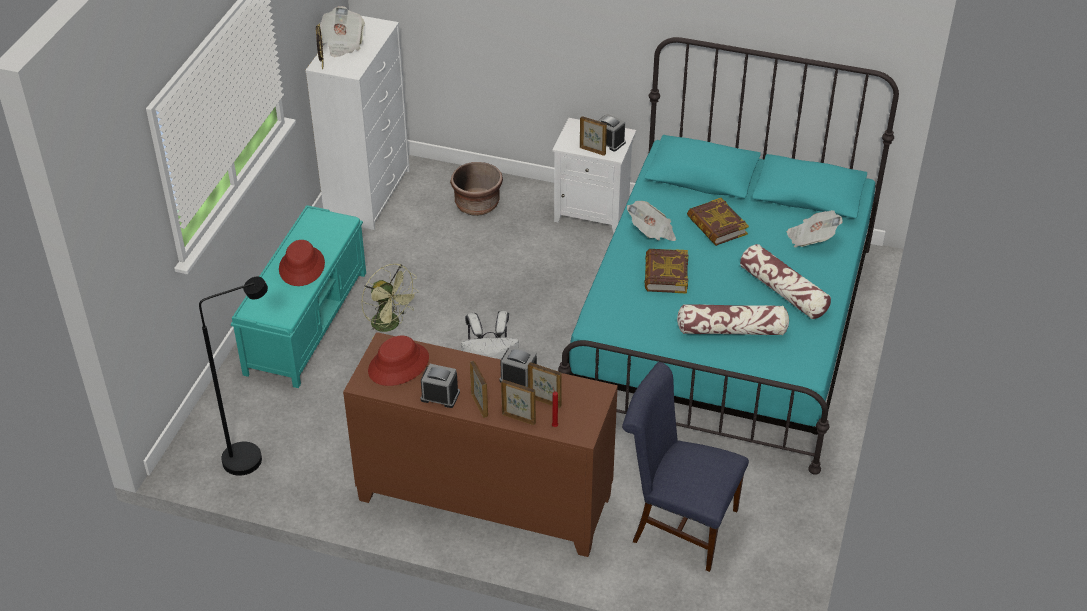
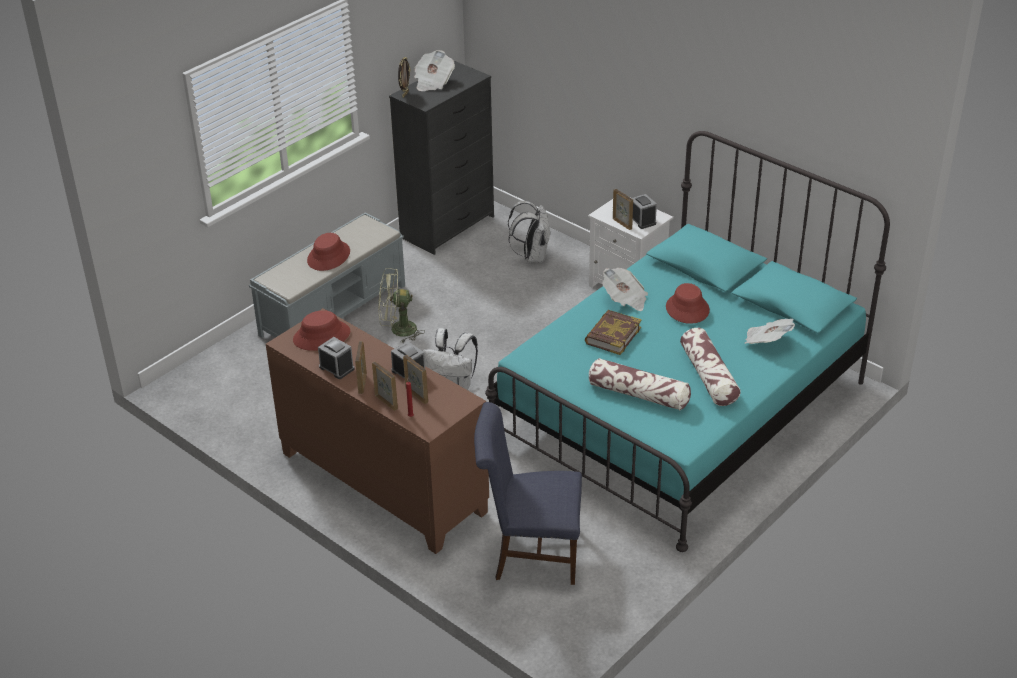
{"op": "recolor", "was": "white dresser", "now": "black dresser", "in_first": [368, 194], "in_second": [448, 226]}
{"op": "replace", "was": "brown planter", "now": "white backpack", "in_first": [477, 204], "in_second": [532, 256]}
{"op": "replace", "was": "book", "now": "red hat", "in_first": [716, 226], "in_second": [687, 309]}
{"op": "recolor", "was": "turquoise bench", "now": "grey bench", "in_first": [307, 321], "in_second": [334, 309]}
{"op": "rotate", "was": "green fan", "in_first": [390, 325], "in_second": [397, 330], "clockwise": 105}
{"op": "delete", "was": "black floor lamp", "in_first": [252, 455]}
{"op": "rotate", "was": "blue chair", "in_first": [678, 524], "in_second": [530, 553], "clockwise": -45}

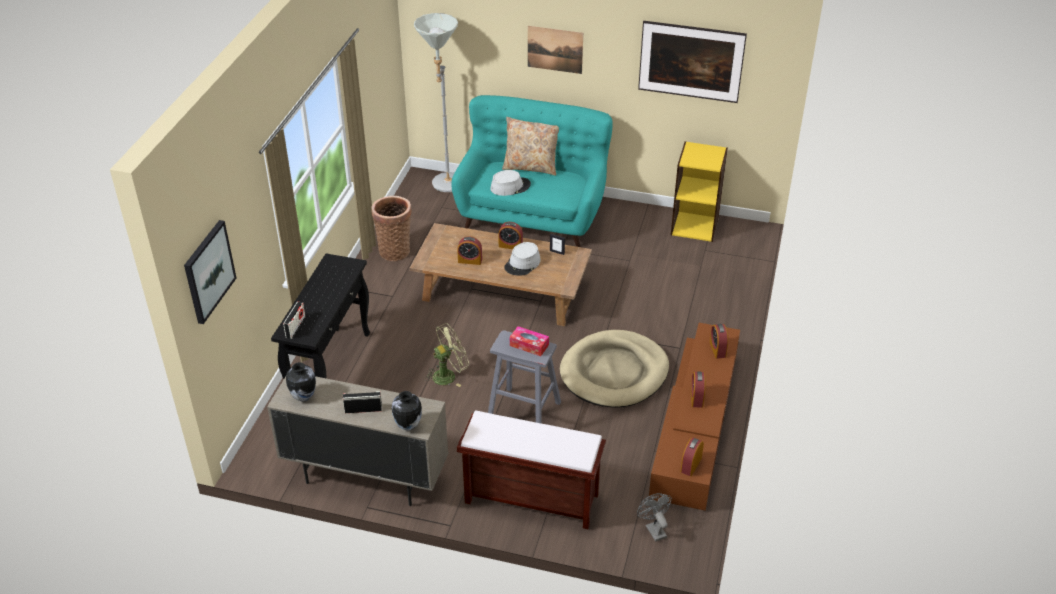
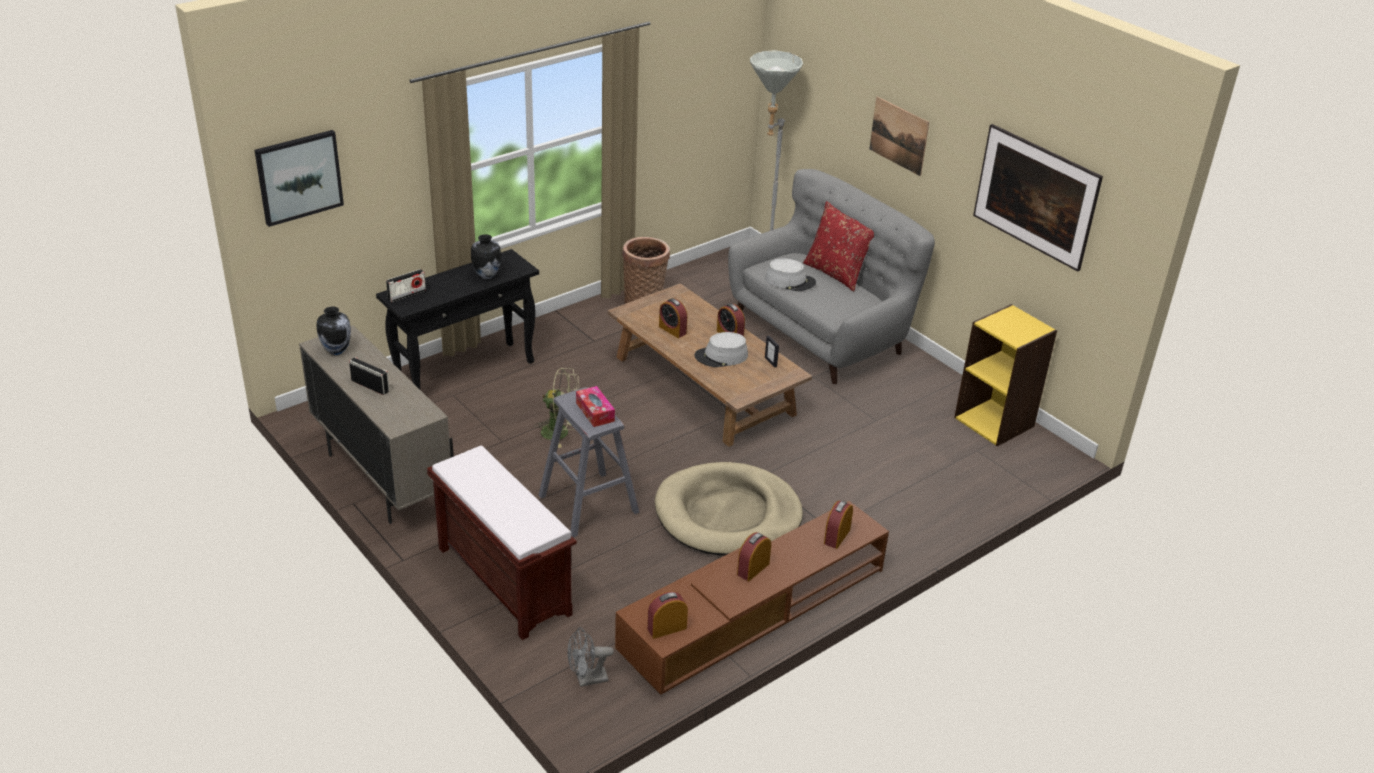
{"op": "recolor", "was": "turquoise sofa", "now": "grey sofa", "in_first": [532, 215], "in_second": [821, 332]}
{"op": "recolor", "was": "beige pillow", "now": "red pillow", "in_first": [531, 167], "in_second": [836, 273]}
{"op": "move", "was": "vase", "in_first": [407, 426], "in_second": [486, 276]}
{"op": "rotate", "was": "grey fan", "in_first": [653, 529], "in_second": [587, 680], "clockwise": -120}

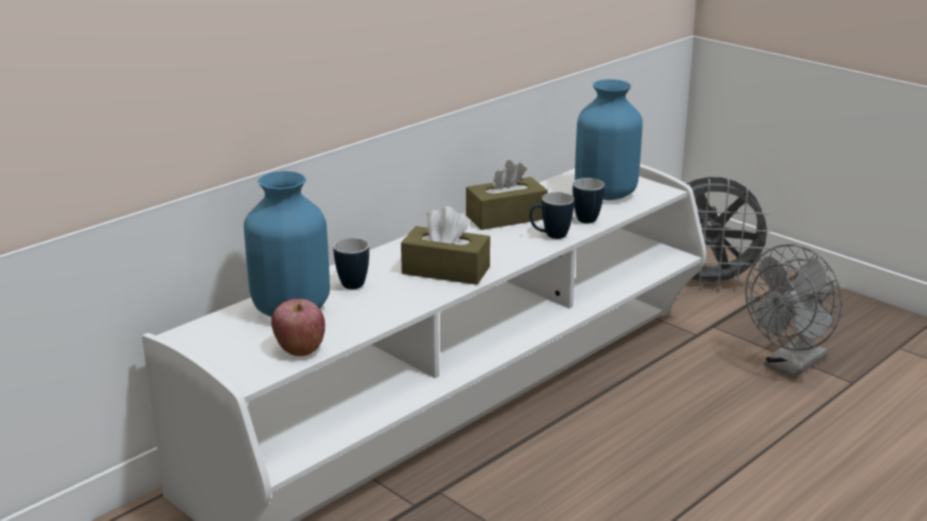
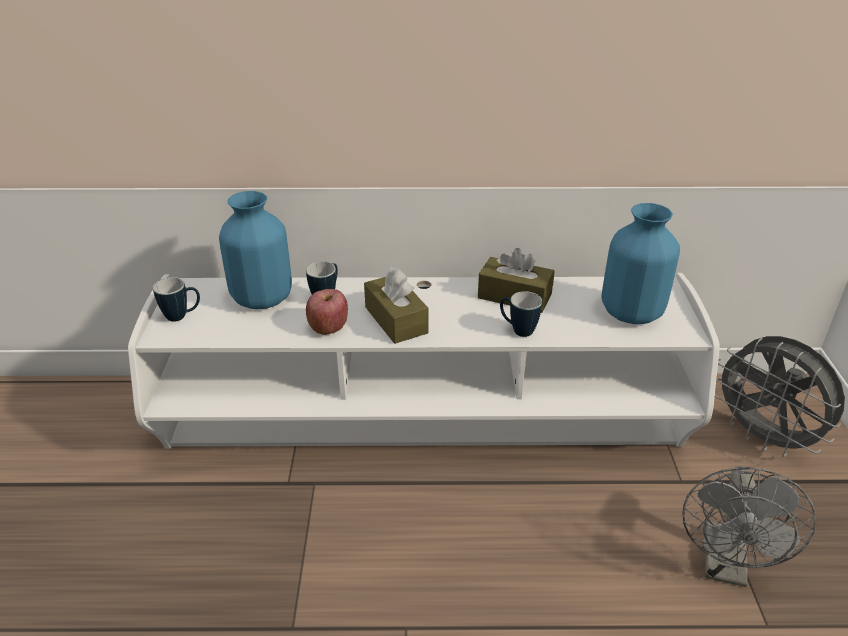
{"op": "move", "was": "mug", "in_first": [589, 218], "in_second": [182, 316]}
{"op": "rotate", "was": "grey fan", "in_first": [790, 366], "in_second": [725, 566], "clockwise": -75}
{"op": "move", "was": "apple", "in_first": [300, 349], "in_second": [328, 327]}

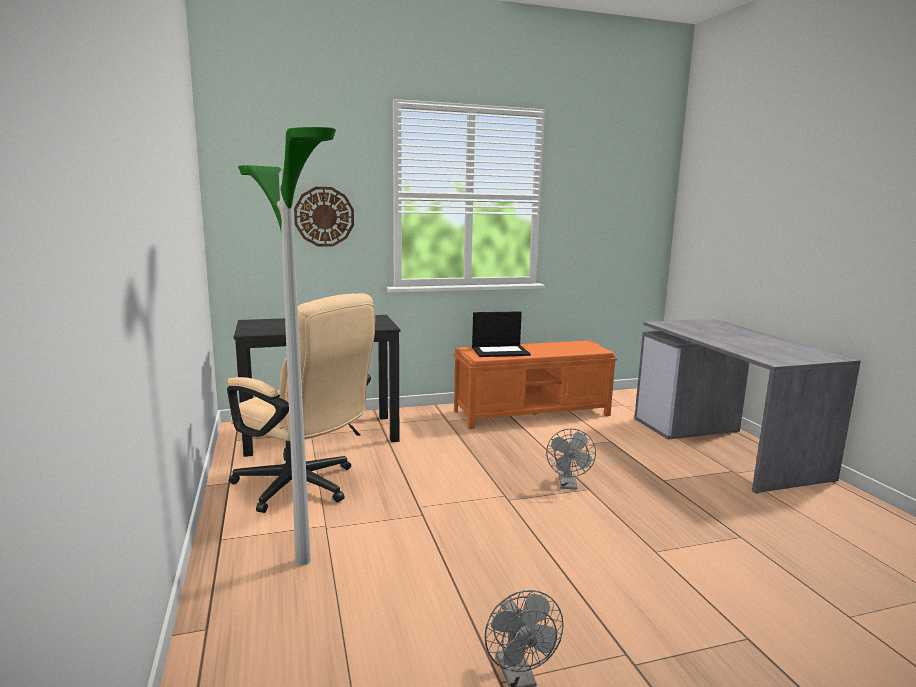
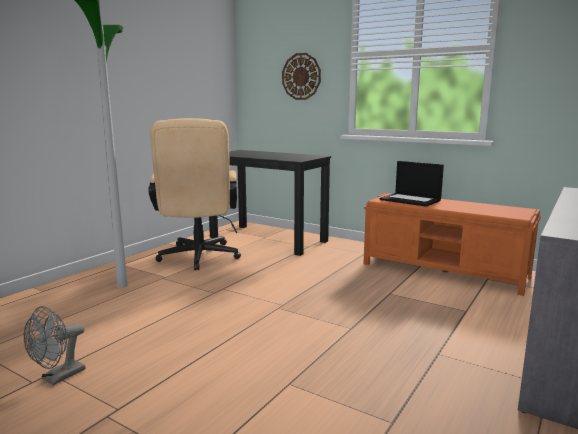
{"op": "delete", "was": "grey fan", "in_first": [568, 485]}

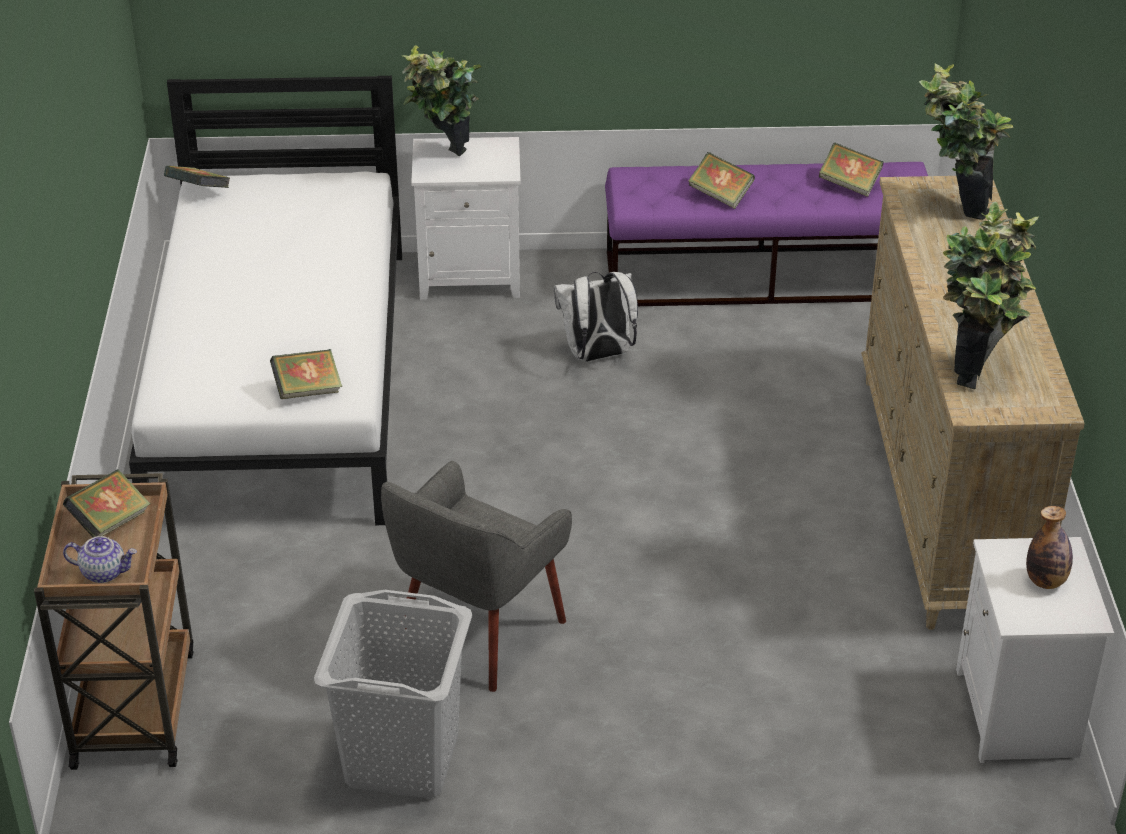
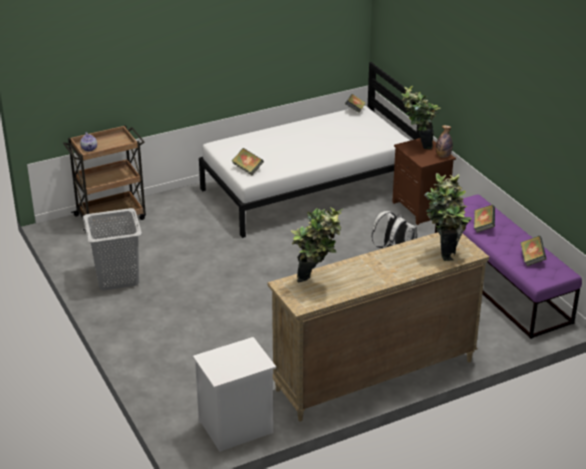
{"op": "recolor", "was": "white nightstand", "now": "brown nightstand", "in_first": [472, 275], "in_second": [421, 209]}
{"op": "delete", "was": "grey armchair", "in_first": [477, 632]}
{"op": "delete", "was": "book", "in_first": [110, 522]}
{"op": "move", "was": "bottle", "in_first": [1045, 581], "in_second": [443, 156]}

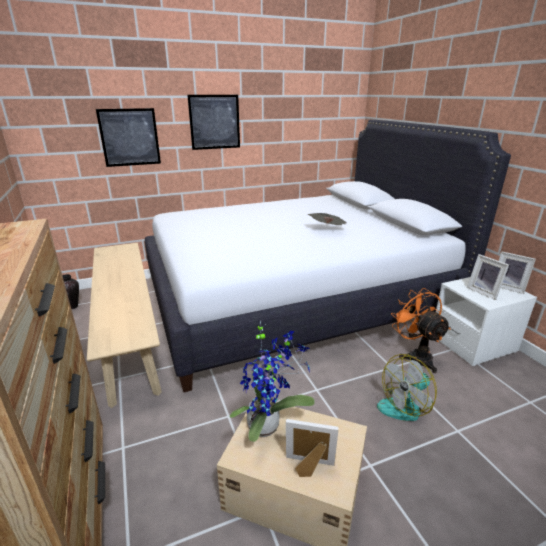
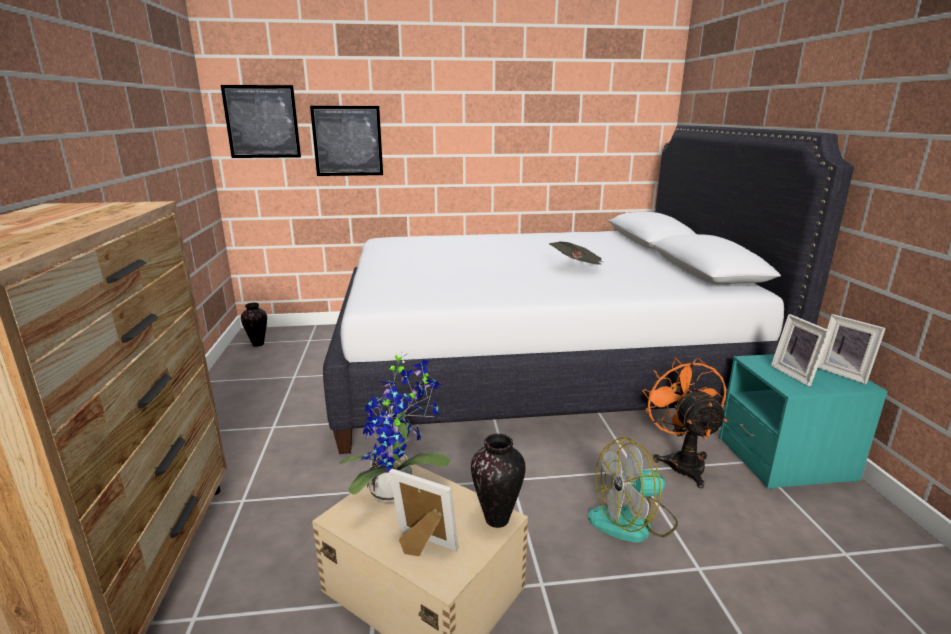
{"op": "move", "was": "picture", "in_first": [214, 122], "in_second": [262, 122]}
{"op": "delete", "was": "beige bench", "in_first": [129, 333]}
{"op": "recolor", "was": "white nightstand", "now": "turquoise nightstand", "in_first": [472, 343], "in_second": [785, 459]}
{"op": "insert", "now": "vase", "in_second": [497, 520]}

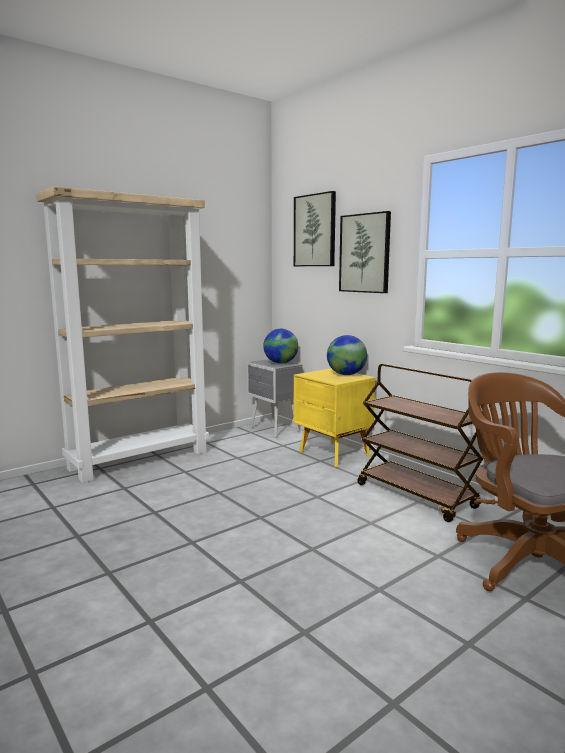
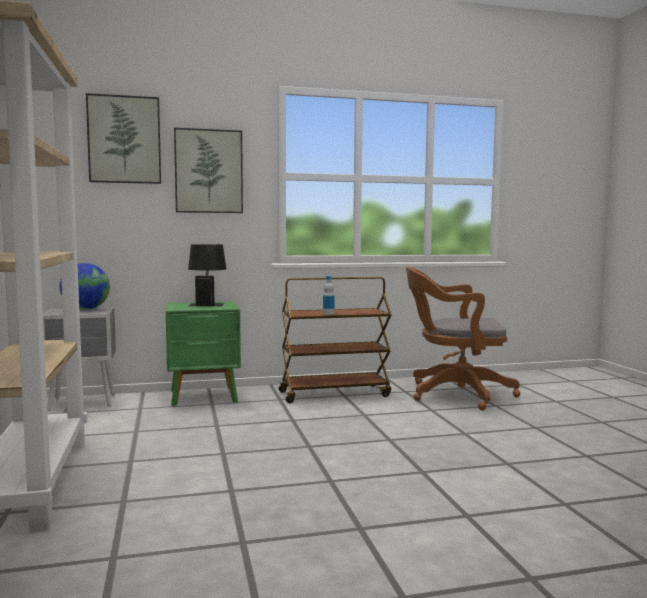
{"op": "replace", "was": "globe", "now": "black table lamp", "in_first": [346, 374], "in_second": [207, 303]}
{"op": "recolor", "was": "yellow nightstand", "now": "green nightstand", "in_first": [334, 454], "in_second": [204, 396]}
{"op": "insert", "now": "bottle", "in_second": [328, 313]}

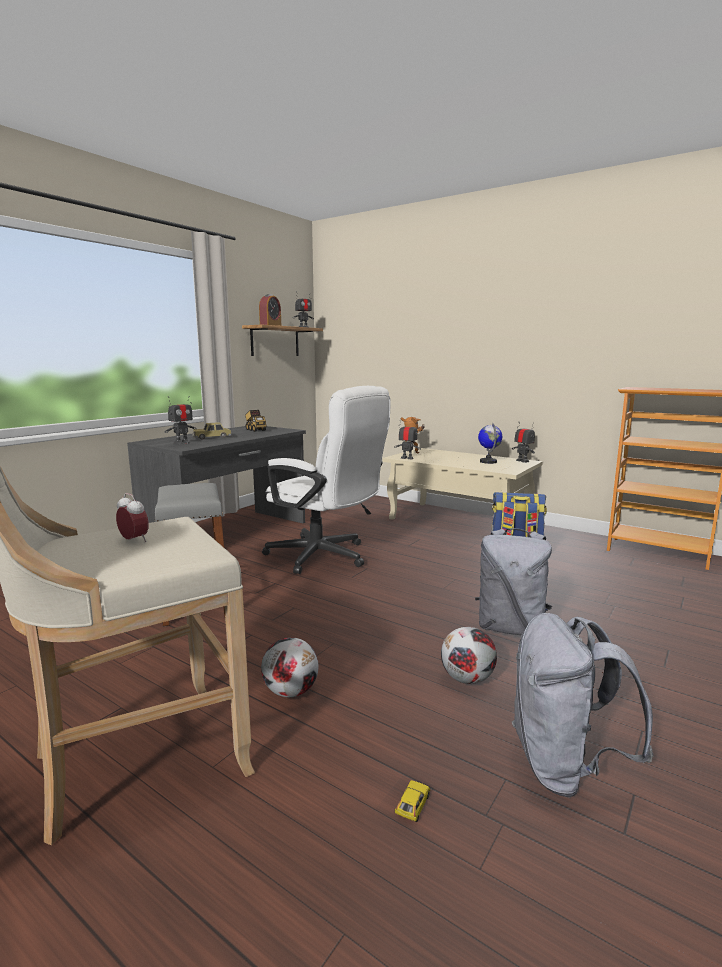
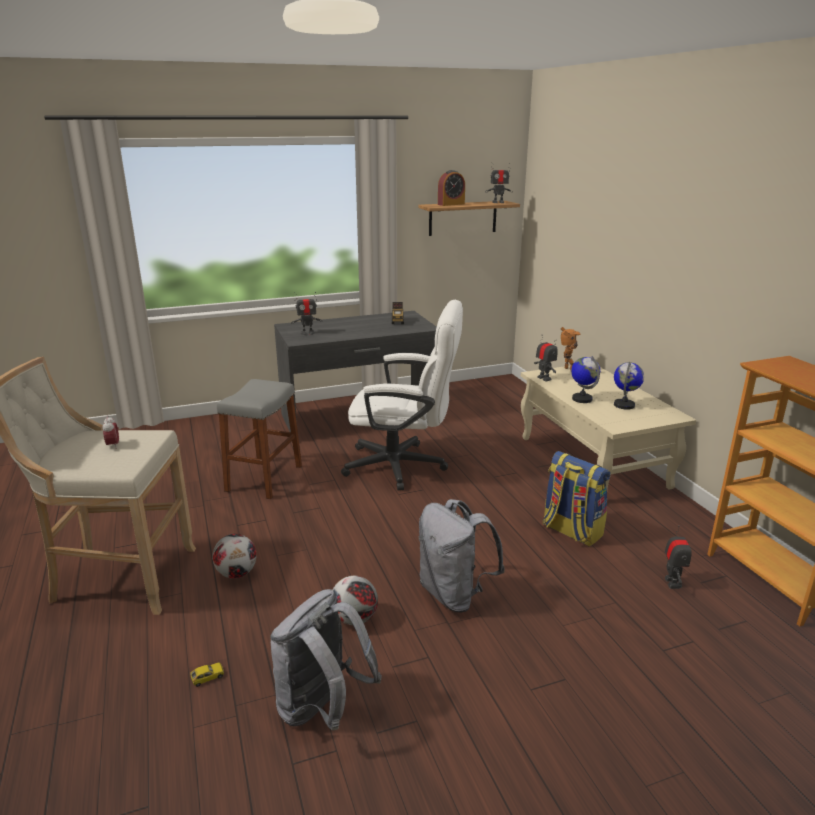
{"op": "rotate", "was": "white office chair", "in_first": [325, 557], "in_second": [404, 466], "clockwise": -60}
{"op": "delete", "was": "toy car", "in_first": [212, 437]}
{"op": "move", "was": "toy robot", "in_first": [522, 461], "in_second": [672, 582]}
{"op": "insert", "now": "globe", "in_second": [582, 399]}

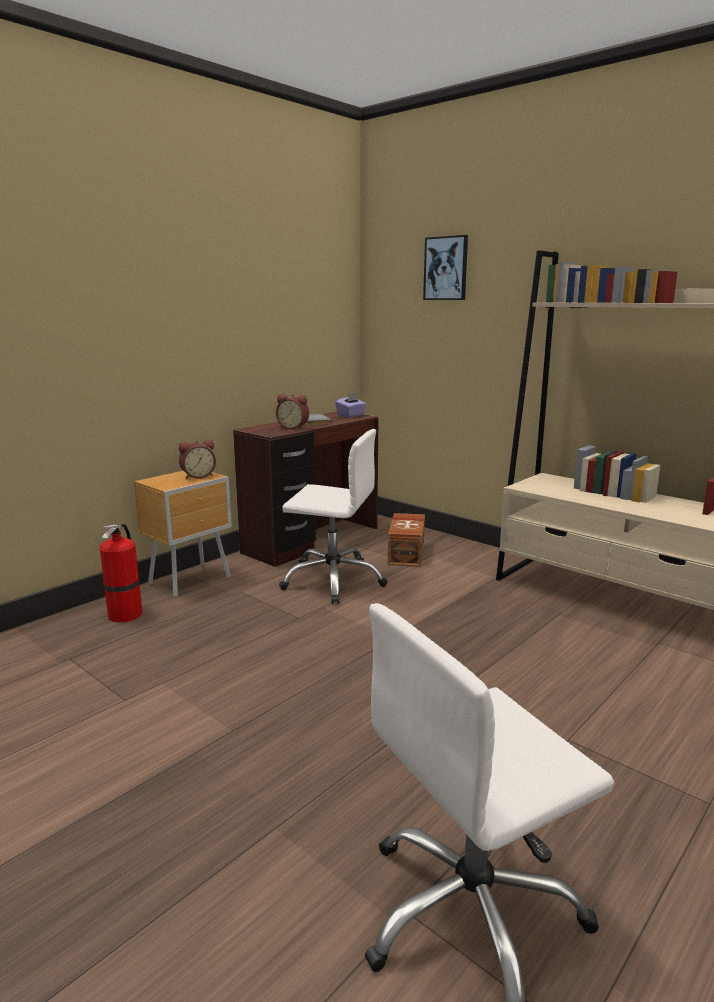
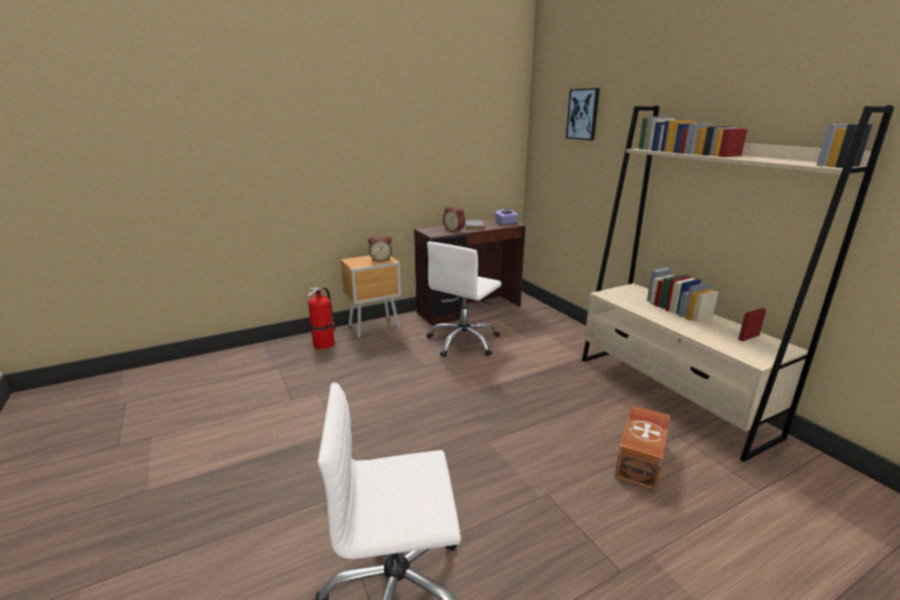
{"op": "rotate", "was": "white office chair", "in_first": [333, 580], "in_second": [464, 341], "clockwise": 90}
{"op": "move", "was": "brown storage box", "in_first": [407, 553], "in_second": [641, 460]}

